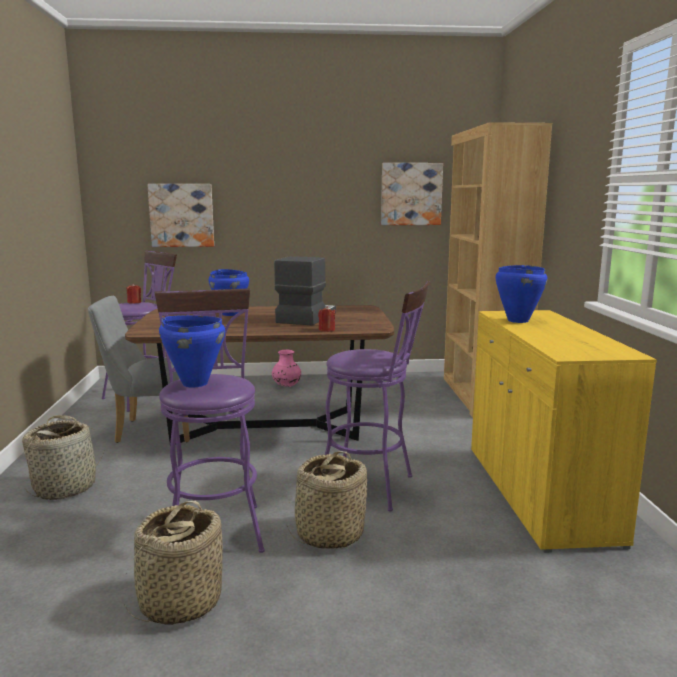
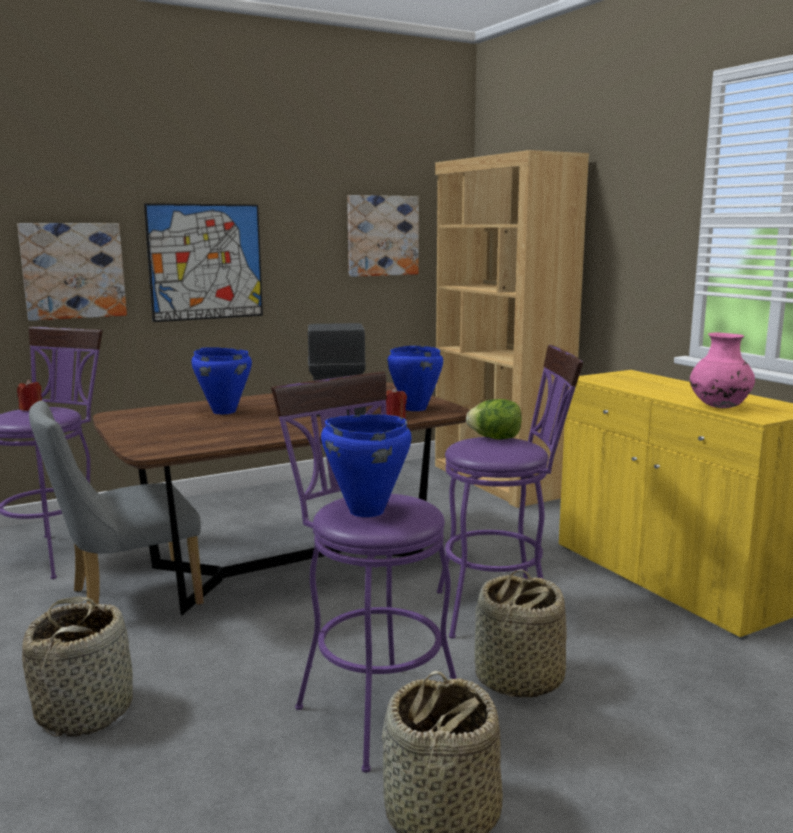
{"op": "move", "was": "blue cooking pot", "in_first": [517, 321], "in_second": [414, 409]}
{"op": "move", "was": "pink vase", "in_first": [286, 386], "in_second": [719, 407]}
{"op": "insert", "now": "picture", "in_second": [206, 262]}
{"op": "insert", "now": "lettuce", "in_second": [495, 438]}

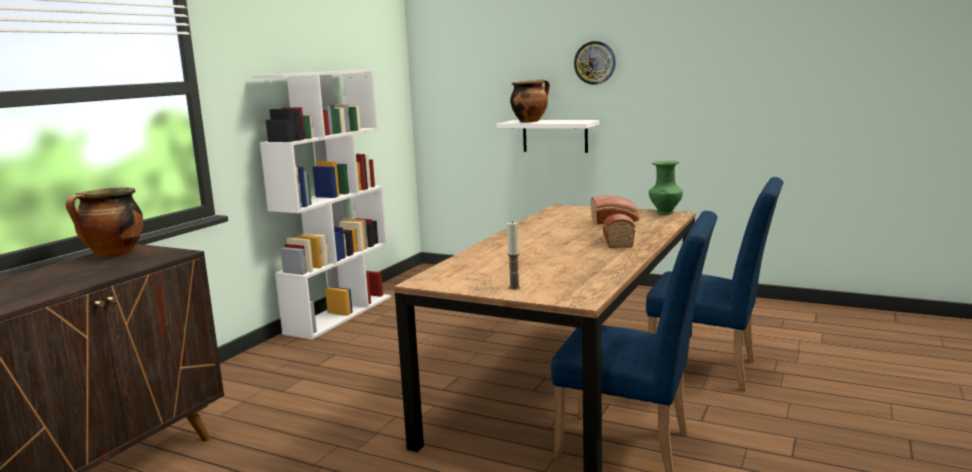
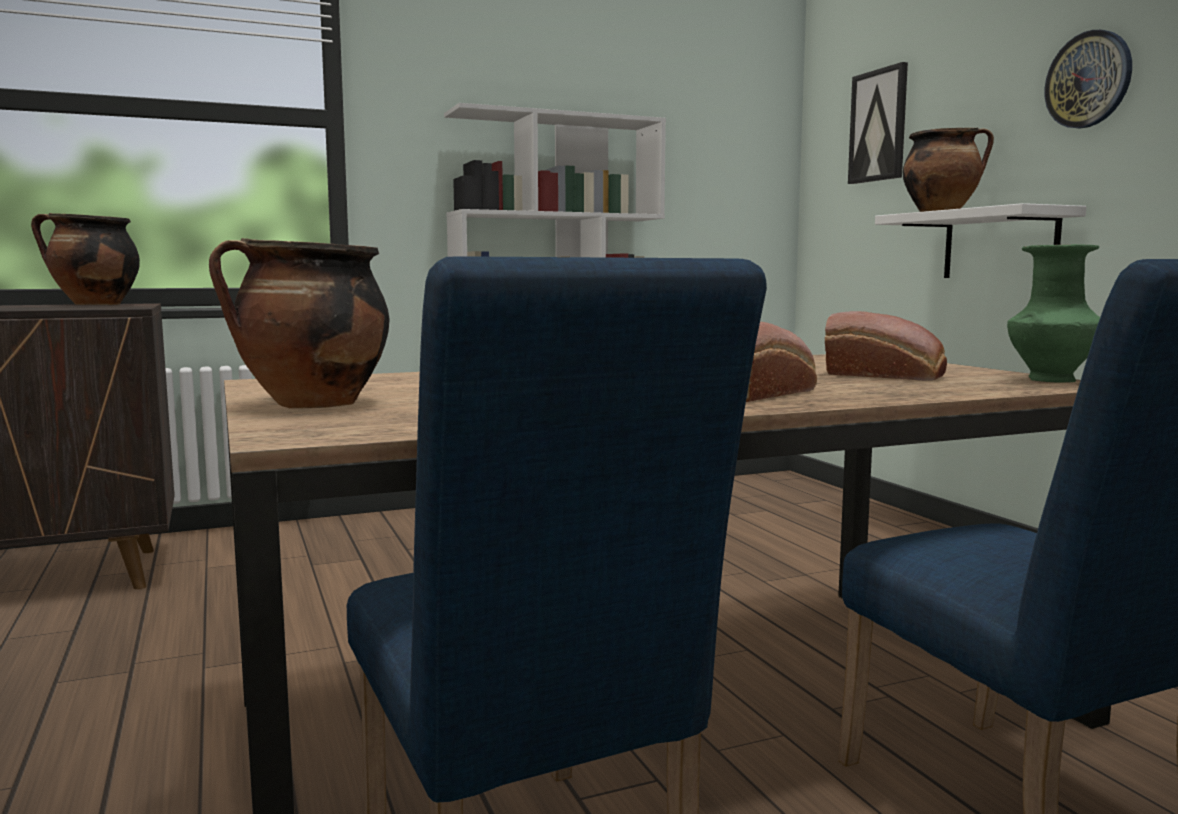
{"op": "replace", "was": "candle", "now": "cooking pot", "in_first": [514, 287], "in_second": [311, 405]}
{"op": "insert", "now": "picture", "in_second": [879, 126]}

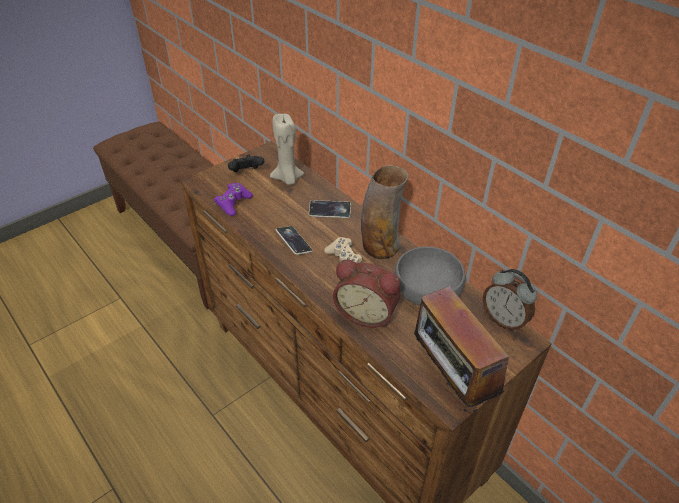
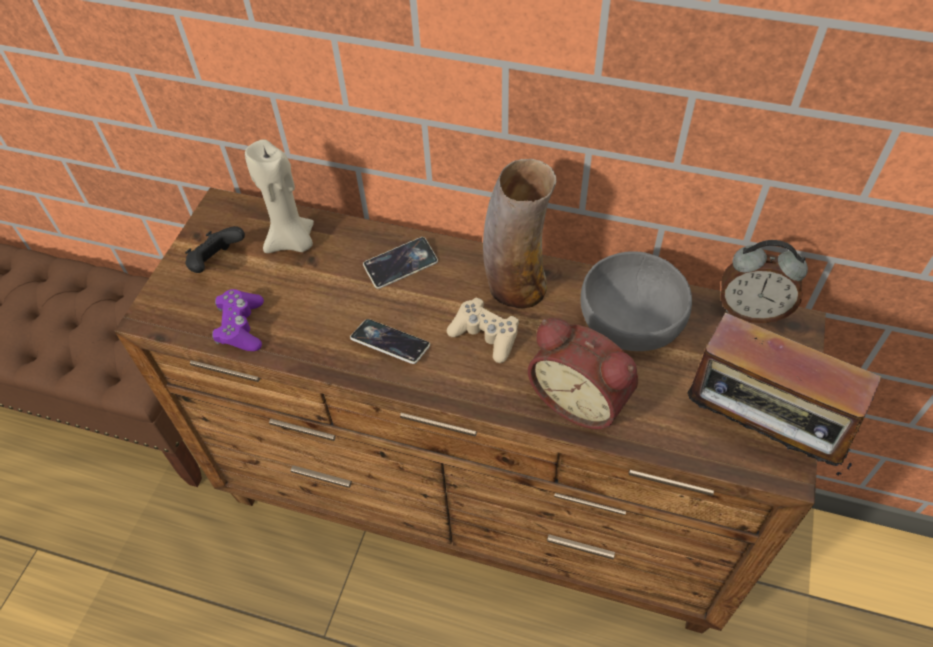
{"op": "rotate", "was": "alarm clock", "in_first": [367, 312], "in_second": [581, 398], "clockwise": 45}

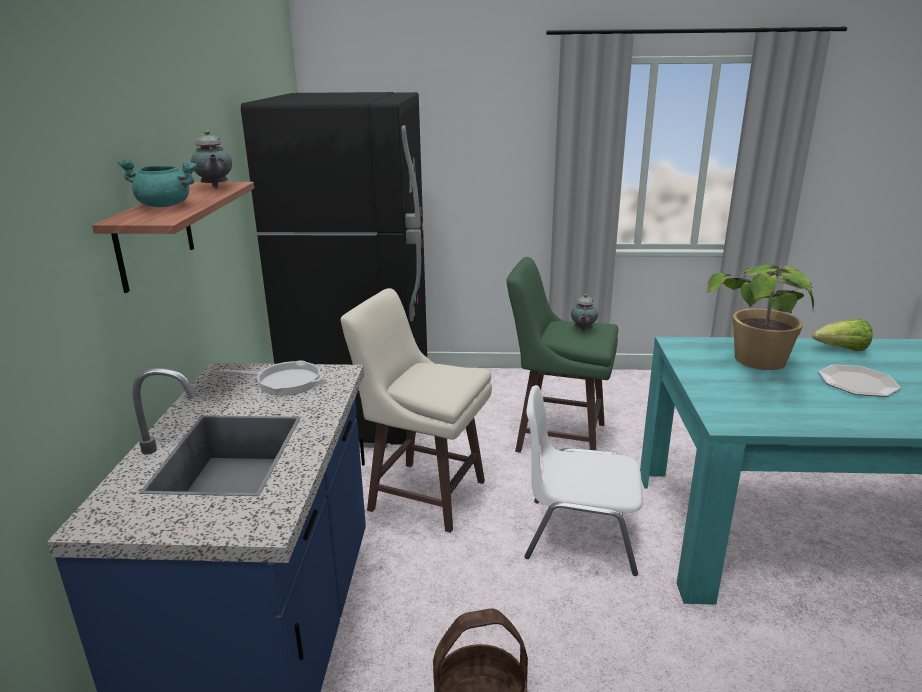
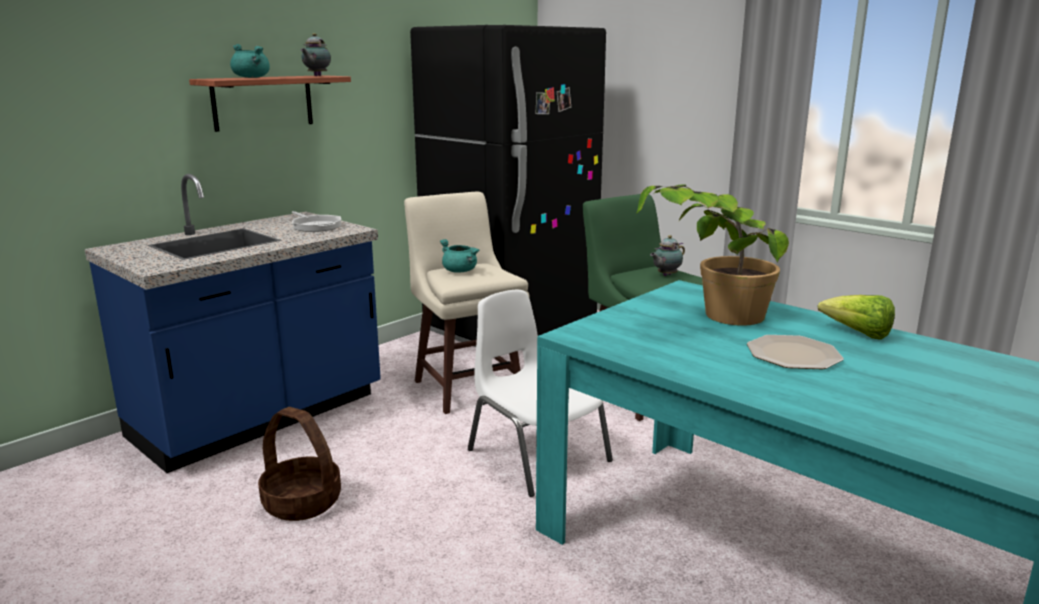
{"op": "insert", "now": "turquoise cooking pot", "in_second": [460, 271]}

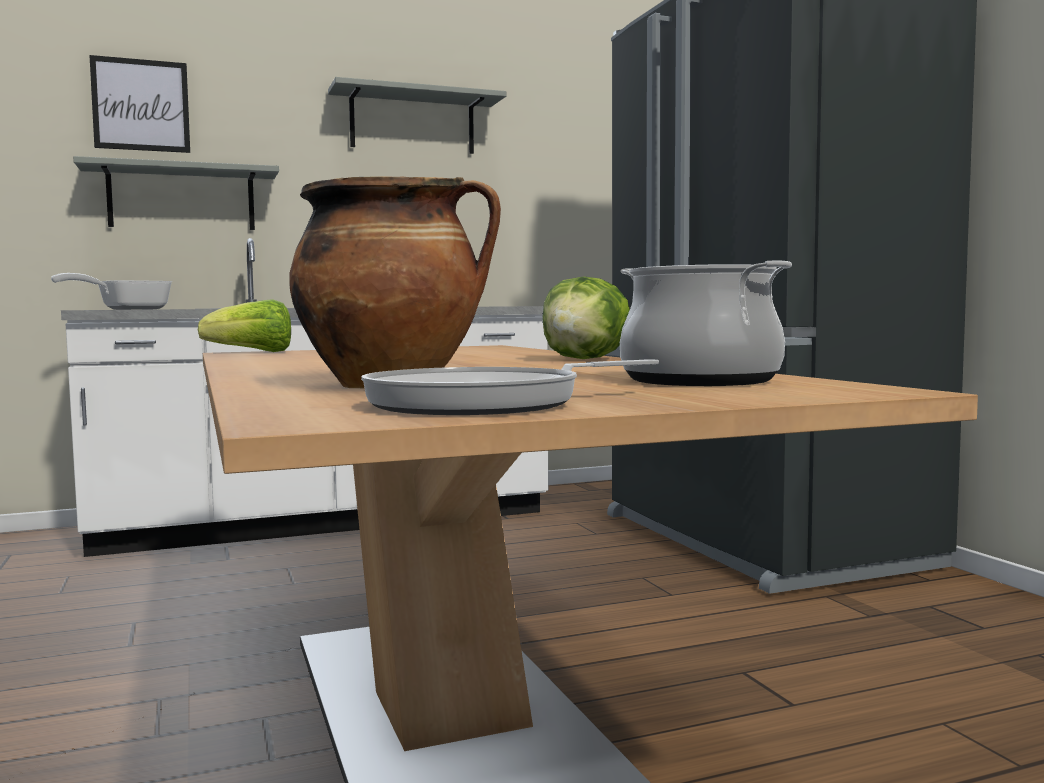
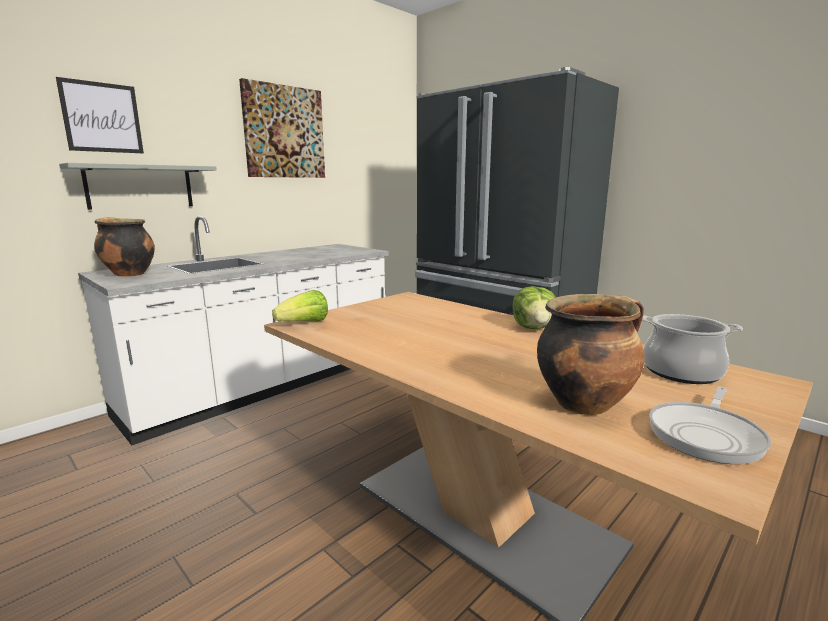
{"op": "replace", "was": "grey shelf", "now": "picture", "in_first": [412, 123], "in_second": [284, 132]}
{"op": "replace", "was": "frying pan", "now": "cooking pot", "in_first": [125, 309], "in_second": [128, 274]}

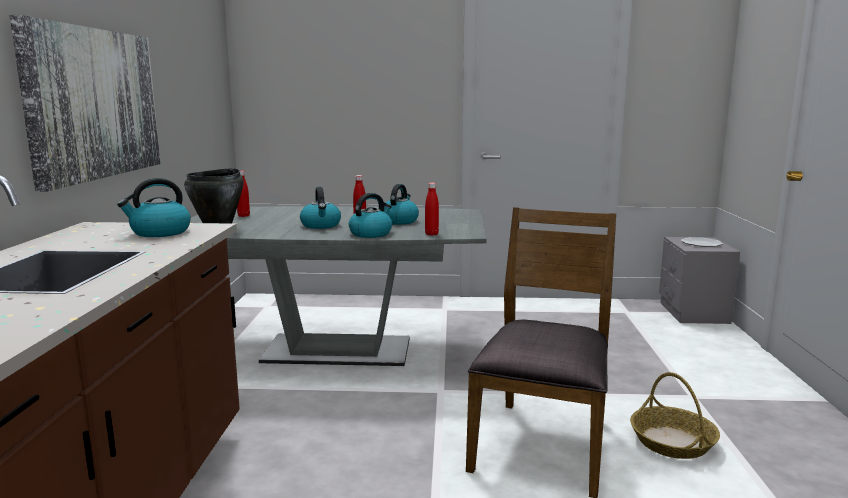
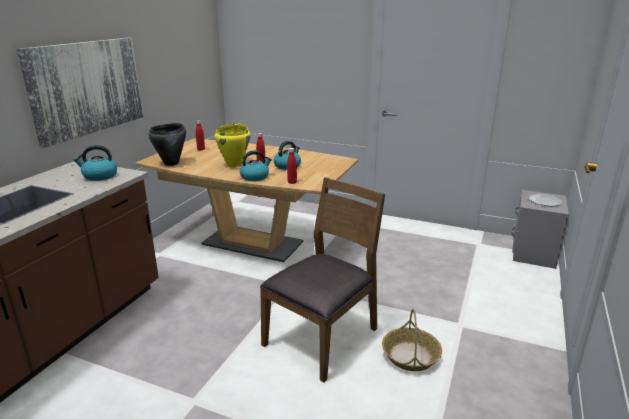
{"op": "replace", "was": "kettle", "now": "yellow cooking pot", "in_first": [321, 225], "in_second": [235, 165]}
{"op": "recolor", "was": "grey dining table", "now": "brown dining table", "in_first": [337, 351], "in_second": [252, 243]}

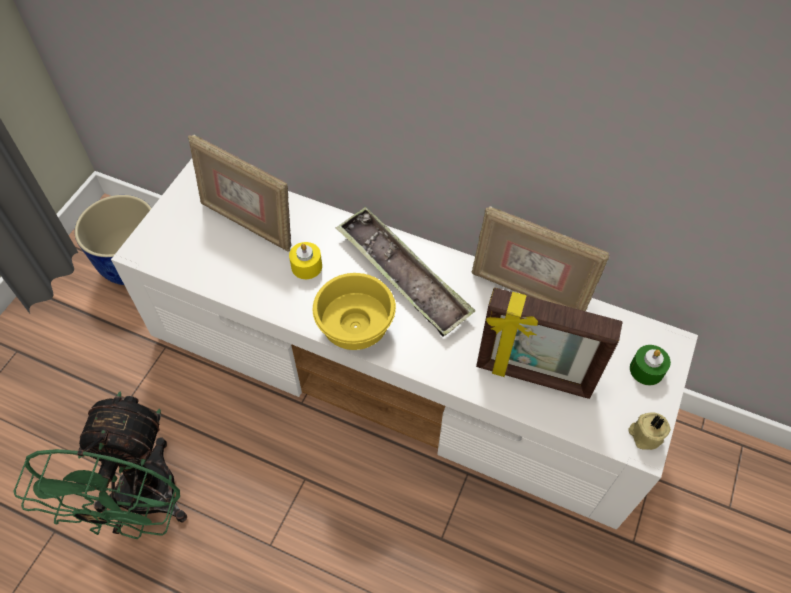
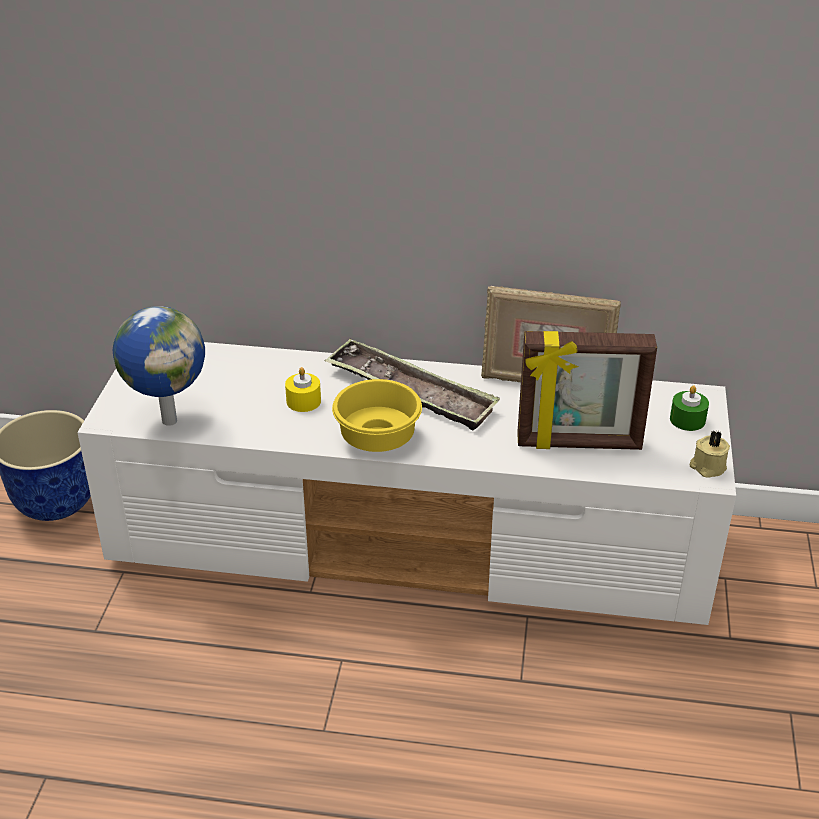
{"op": "delete", "was": "picture frame", "in_first": [248, 223]}
{"op": "delete", "was": "green fan", "in_first": [143, 506]}
{"op": "insert", "now": "globe", "in_second": [169, 420]}

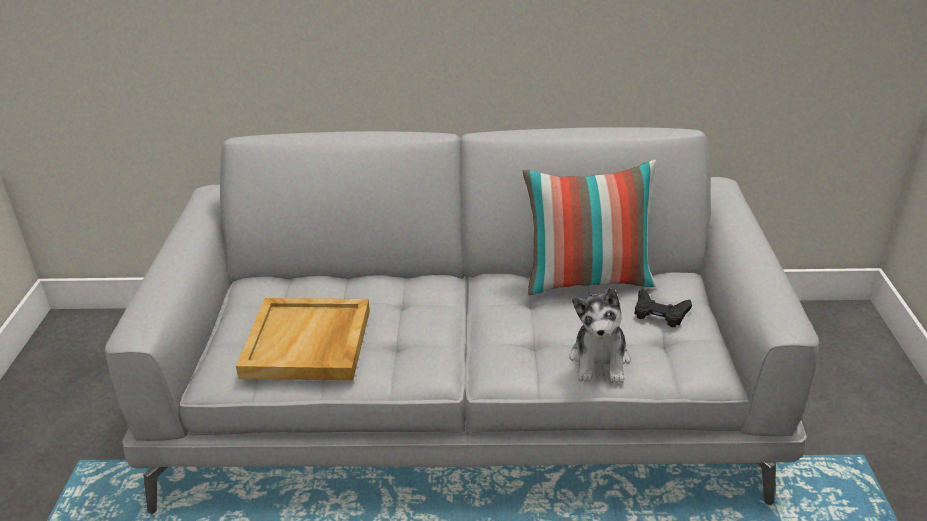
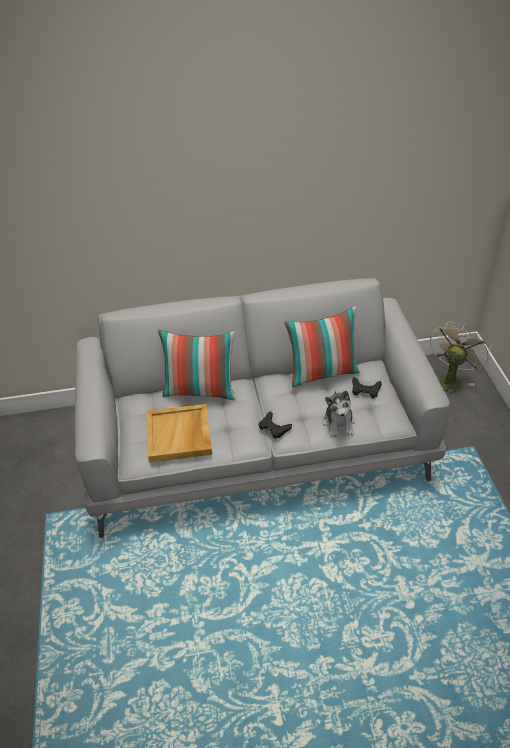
{"op": "insert", "now": "beige fan", "in_second": [450, 379]}
{"op": "insert", "now": "pillow", "in_second": [200, 390]}
{"op": "insert", "now": "black game controller", "in_second": [274, 428]}

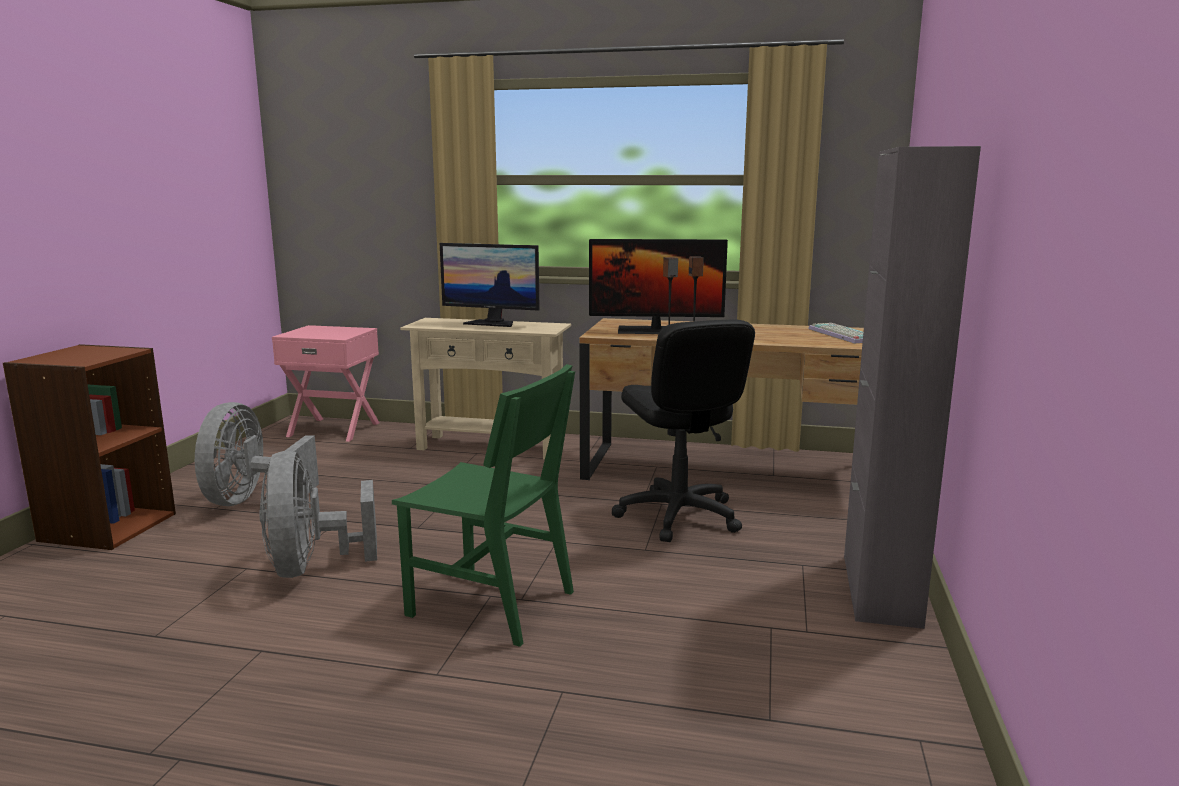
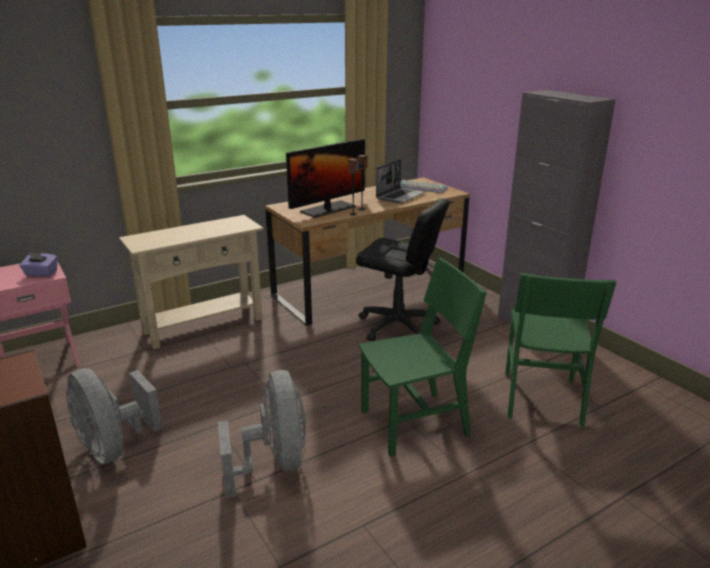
{"op": "delete", "was": "monitor", "in_first": [492, 323]}
{"op": "rotate", "was": "grey fan", "in_first": [312, 567], "in_second": [274, 463], "clockwise": -135}
{"op": "insert", "now": "laptop", "in_second": [400, 196]}
{"op": "insert", "now": "purple tissue box", "in_second": [41, 273]}
{"op": "insert", "now": "green chair", "in_second": [541, 397]}

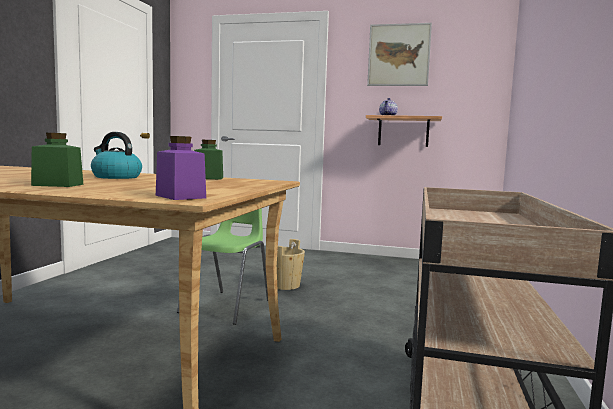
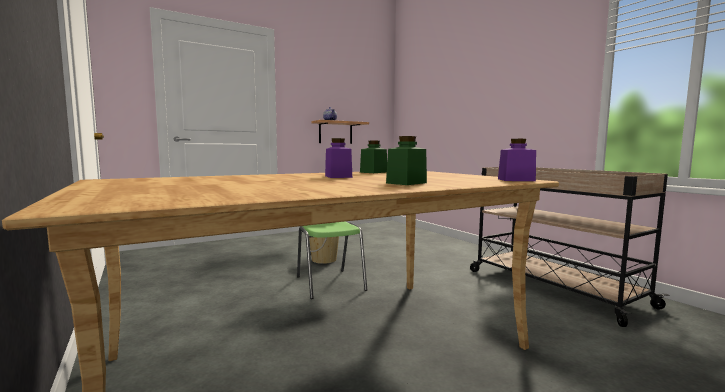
{"op": "delete", "was": "picture", "in_first": [399, 55]}
{"op": "replace", "was": "kettle", "now": "purple jar", "in_first": [116, 177], "in_second": [338, 176]}

